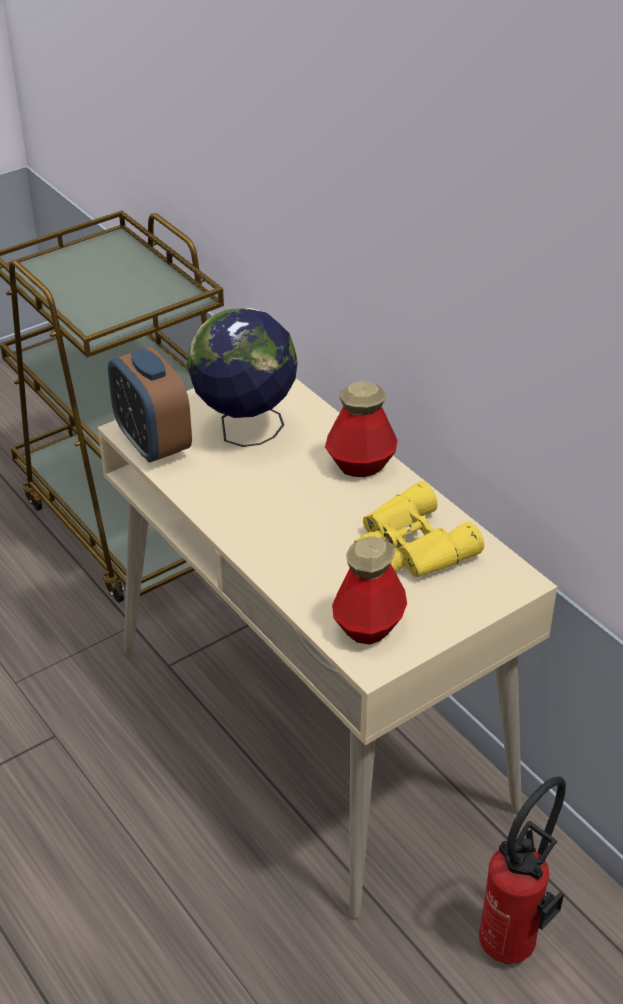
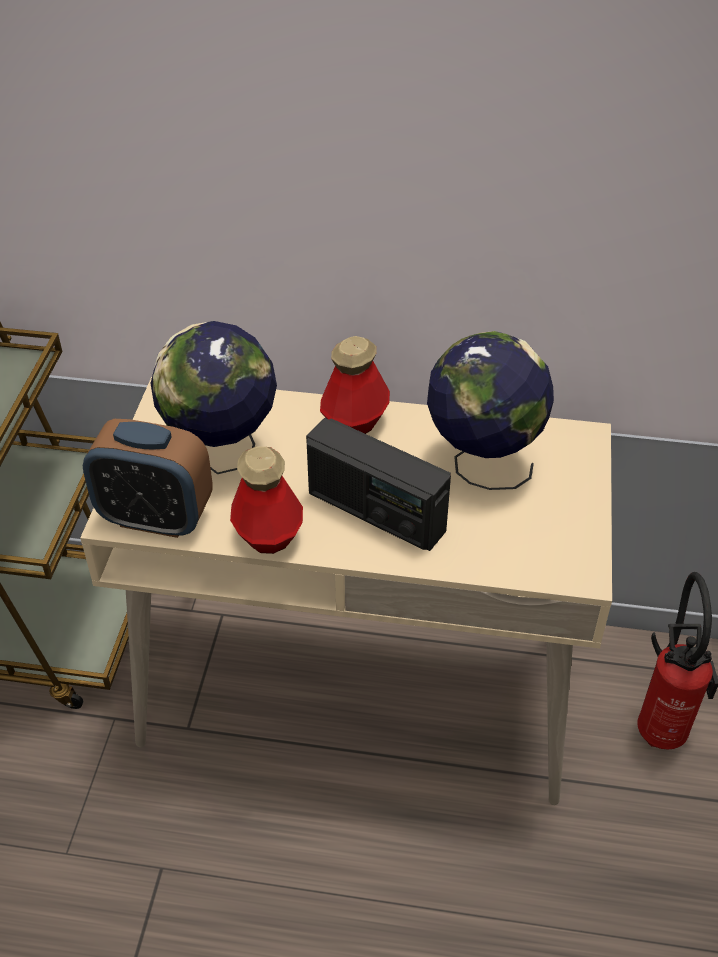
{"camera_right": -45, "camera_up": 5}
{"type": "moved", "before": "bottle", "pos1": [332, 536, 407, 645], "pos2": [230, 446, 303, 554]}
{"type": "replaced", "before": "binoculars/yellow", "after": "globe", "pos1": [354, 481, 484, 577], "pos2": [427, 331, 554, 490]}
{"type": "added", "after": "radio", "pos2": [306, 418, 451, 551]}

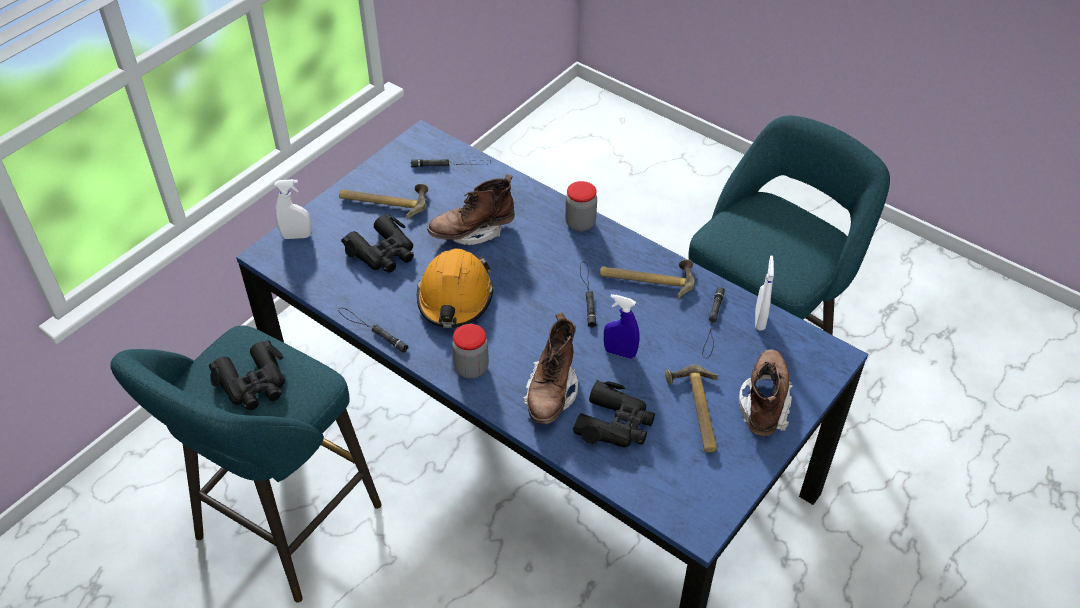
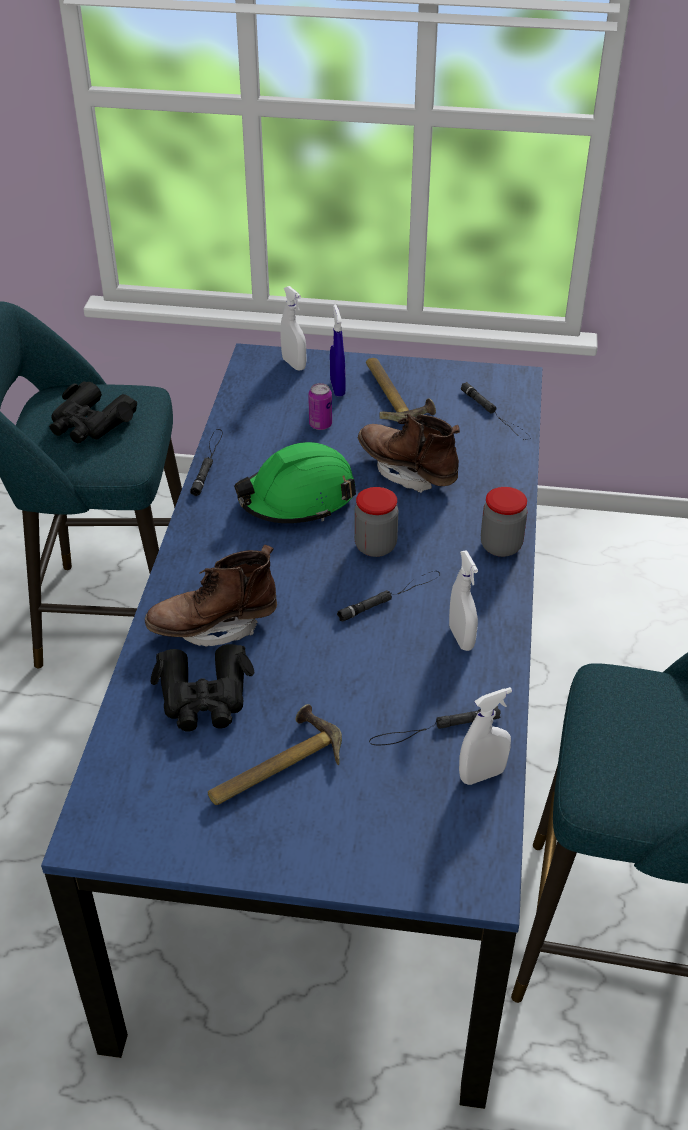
{"camera_right": 60, "camera_up": -5}
{"type": "replaced", "before": "binoculars/black", "after": "can", "pos1": [341, 214, 414, 273], "pos2": [308, 383, 332, 430]}
{"type": "recoloured", "before": "hard hat/orange", "after": "hard hat/green", "pos1": [417, 249, 493, 328], "pos2": [234, 442, 356, 523]}
{"type": "moved", "before": "jar", "pos1": [452, 324, 489, 378], "pos2": [354, 487, 398, 557]}
{"type": "replaced", "before": "hammer", "after": "spray bottle/white", "pos1": [600, 259, 695, 299], "pos2": [449, 550, 478, 651]}
{"type": "moved", "before": "spray bottle/blue", "pos1": [604, 294, 640, 359], "pos2": [330, 304, 345, 396]}
{"type": "removed", "before": "boot/brown", "pos1": [739, 349, 793, 436]}

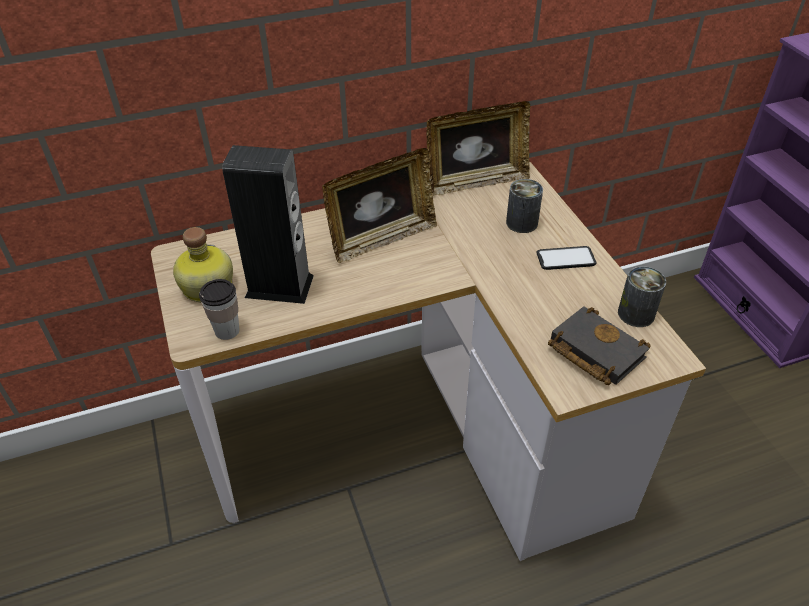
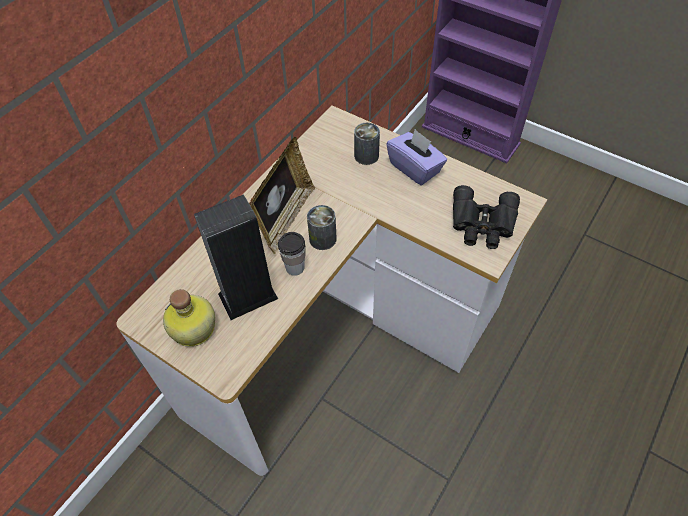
{"camera_right": -35, "camera_up": 10}
{"type": "moved", "before": "cup", "pos1": [199, 279, 240, 340], "pos2": [278, 232, 306, 276]}
{"type": "removed", "before": "picture frame", "pos1": [426, 101, 530, 196]}
{"type": "replaced", "before": "phone", "after": "tissue box/purple", "pos1": [536, 246, 596, 270], "pos2": [386, 129, 447, 185]}
{"type": "replaced", "before": "book/black", "after": "binoculars/black", "pos1": [548, 306, 650, 385], "pos2": [453, 185, 520, 249]}
{"type": "moved", "before": "can", "pos1": [618, 266, 666, 327], "pos2": [307, 205, 337, 250]}

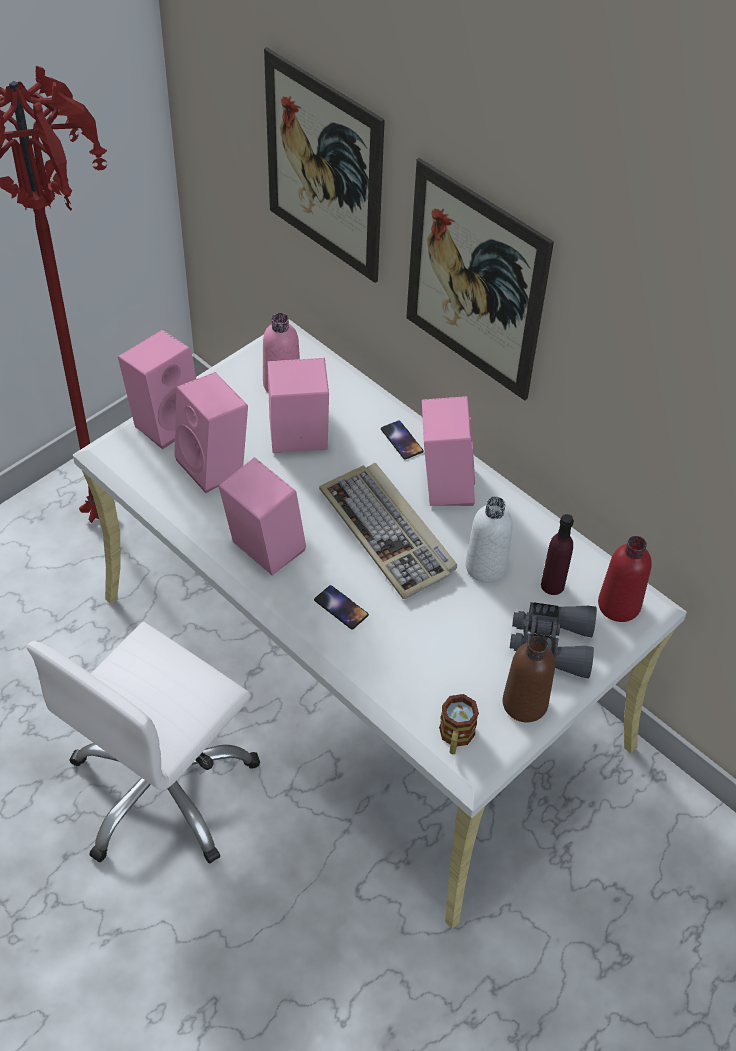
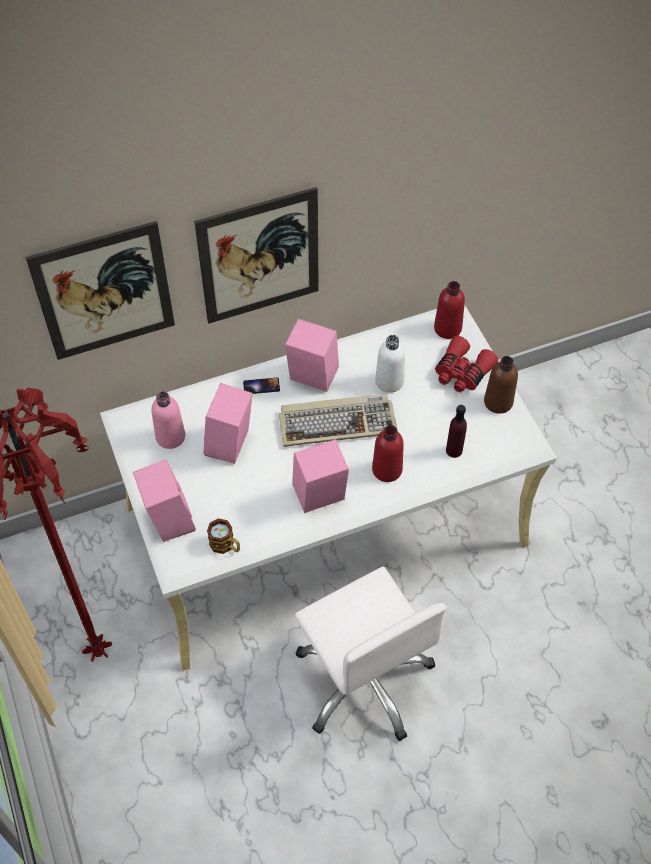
{"camera_right": -65, "camera_up": 5}
{"type": "removed", "before": "speaker/pink", "pos1": [174, 372, 248, 493]}
{"type": "replaced", "before": "phone", "after": "bottle/red", "pos1": [314, 585, 369, 629], "pos2": [372, 425, 404, 482]}
{"type": "moved", "before": "mug", "pos1": [439, 694, 479, 754], "pos2": [207, 518, 240, 554]}
{"type": "recoloured", "before": "binoculars/grey", "after": "binoculars/red", "pos1": [510, 602, 597, 678], "pos2": [435, 336, 498, 392]}
{"type": "moved", "before": "bottle/purple", "pos1": [541, 514, 574, 595], "pos2": [446, 405, 467, 458]}

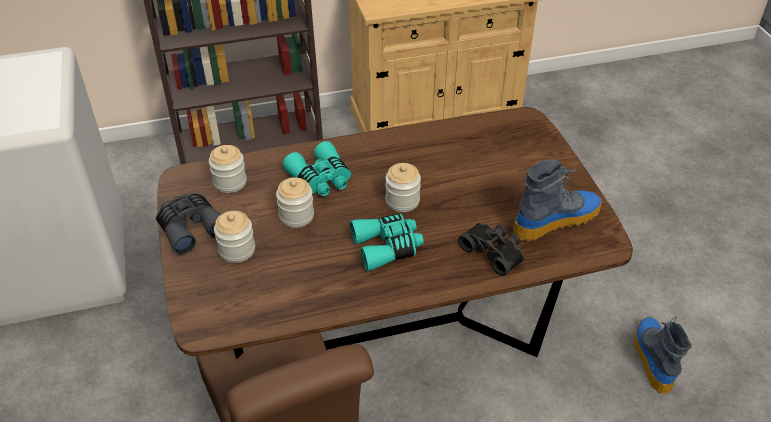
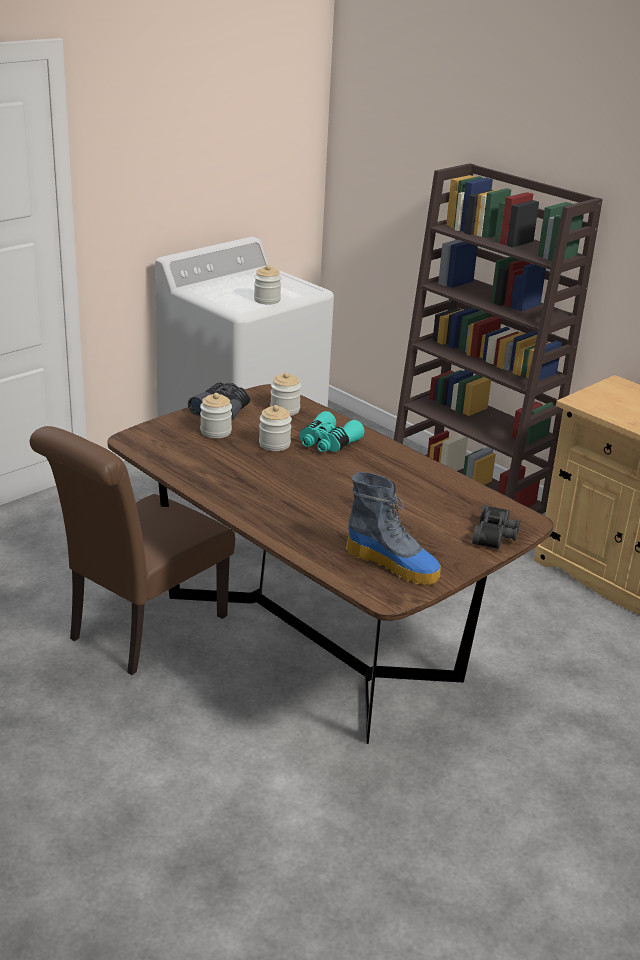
{"camera_right": 60, "camera_up": -15}
{"type": "removed", "before": "binoculars/turquoise", "pos1": [350, 214, 424, 271]}
{"type": "moved", "before": "jar", "pos1": [385, 163, 421, 212], "pos2": [254, 265, 281, 304]}
{"type": "moved", "before": "binoculars/black", "pos1": [458, 223, 524, 276], "pos2": [472, 505, 520, 549]}
{"type": "removed", "before": "boot", "pos1": [634, 317, 692, 394]}

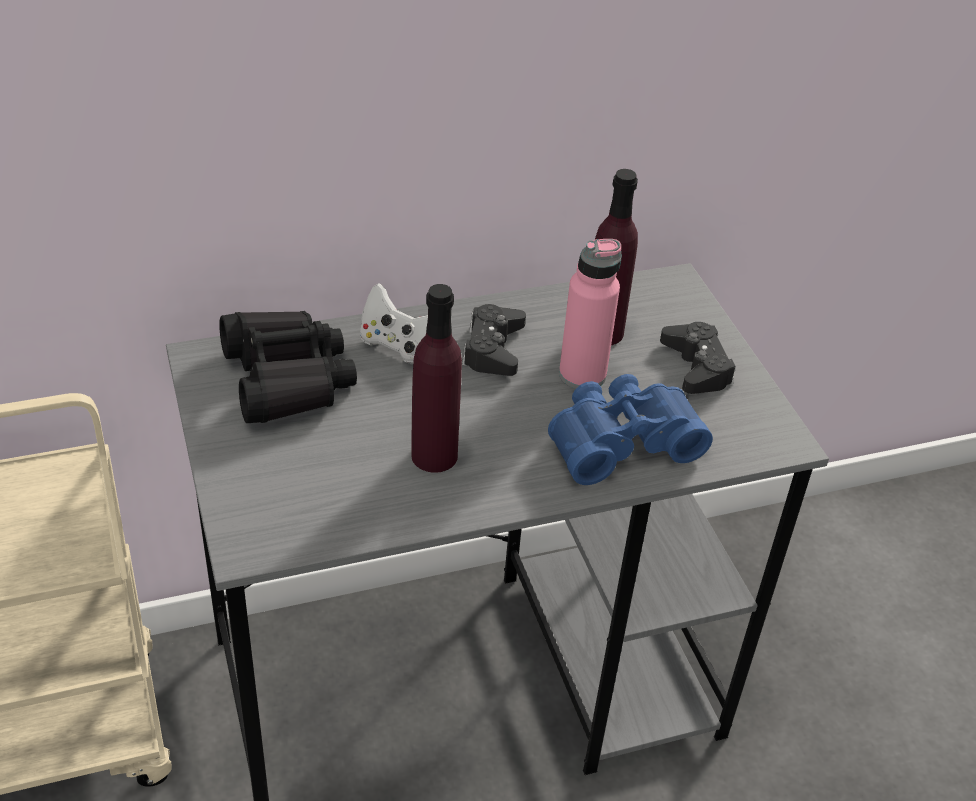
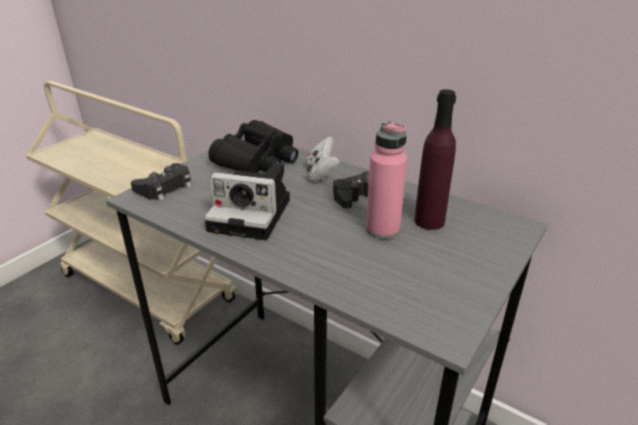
{"camera_right": 55, "camera_up": -10}
{"type": "replaced", "before": "bottle/purple", "after": "photo camera", "pos1": [411, 284, 462, 473], "pos2": [204, 163, 290, 240]}
{"type": "removed", "before": "binoculars/blue", "pos1": [548, 374, 713, 485]}
{"type": "moved", "before": "game controller/black", "pos1": [660, 322, 736, 394], "pos2": [131, 163, 192, 201]}

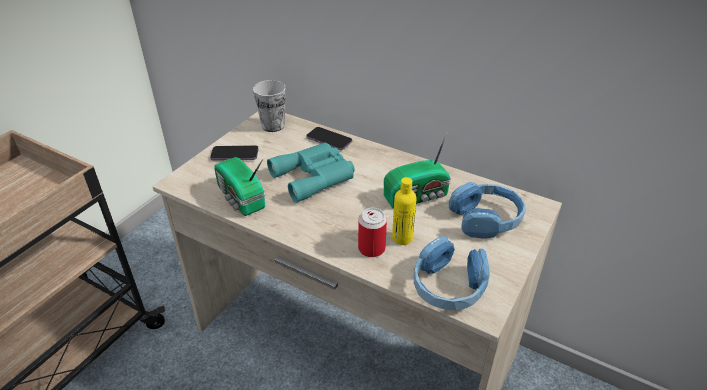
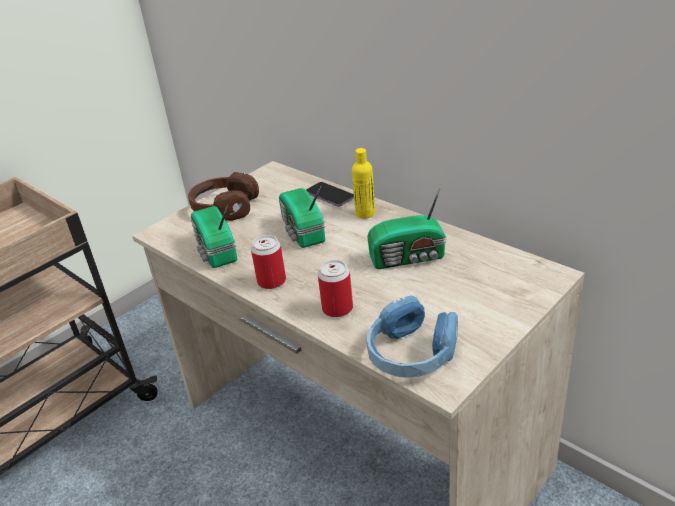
{"camera_right": 15, "camera_up": -5}
{"type": "replaced", "before": "phone", "after": "headphones/brown", "pos1": [210, 145, 259, 161], "pos2": [188, 172, 259, 221]}
{"type": "removed", "before": "cup", "pos1": [253, 80, 286, 132]}
{"type": "replaced", "before": "binoculars/turquoise", "after": "radio", "pos1": [267, 143, 355, 203], "pos2": [279, 185, 325, 248]}
{"type": "moved", "before": "bottle/yellow", "pos1": [392, 177, 416, 245], "pos2": [352, 148, 375, 218]}
{"type": "removed", "before": "headphones/blue", "pos1": [449, 182, 526, 239]}
{"type": "added", "after": "can", "pos2": [251, 235, 286, 289]}

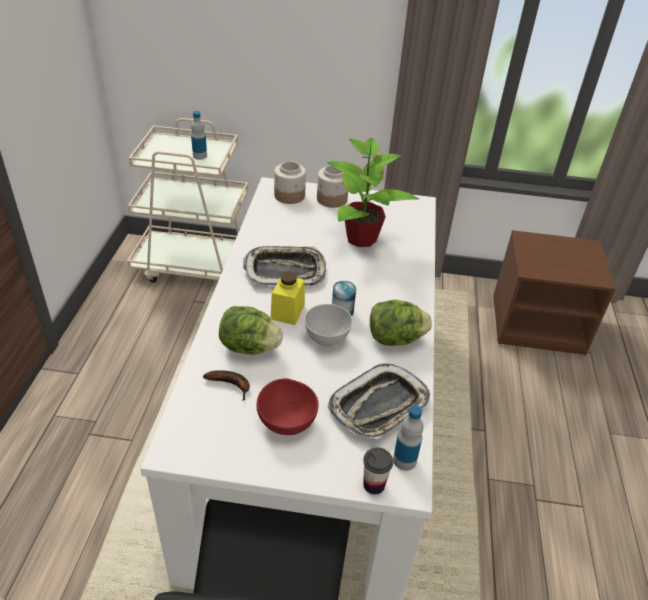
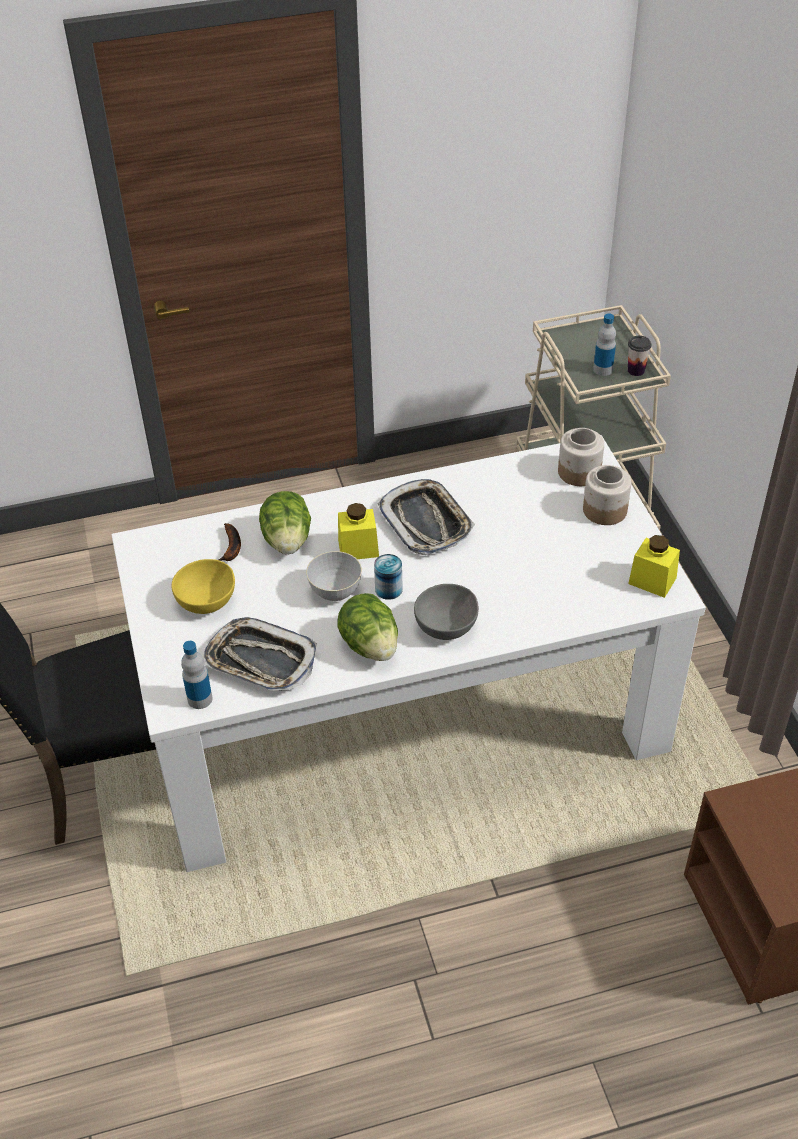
{"camera_right": 70, "camera_up": 5}
{"type": "recoloured", "before": "bowl/red", "after": "bowl/yellow", "pos1": [257, 378, 319, 435], "pos2": [172, 559, 235, 614]}
{"type": "removed", "before": "potted plant", "pos1": [327, 138, 419, 247]}
{"type": "moved", "before": "cup", "pos1": [363, 447, 393, 494], "pos2": [628, 335, 651, 376]}
{"type": "added", "after": "bowl/grey", "pos2": [414, 584, 479, 640]}
{"type": "added", "after": "jar/yellow", "pos2": [628, 535, 680, 598]}

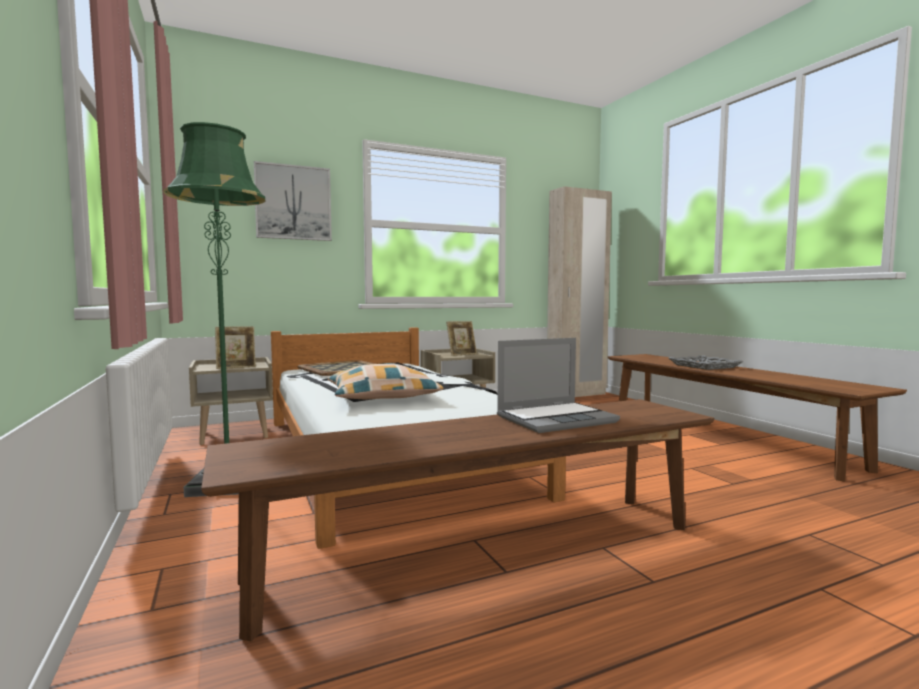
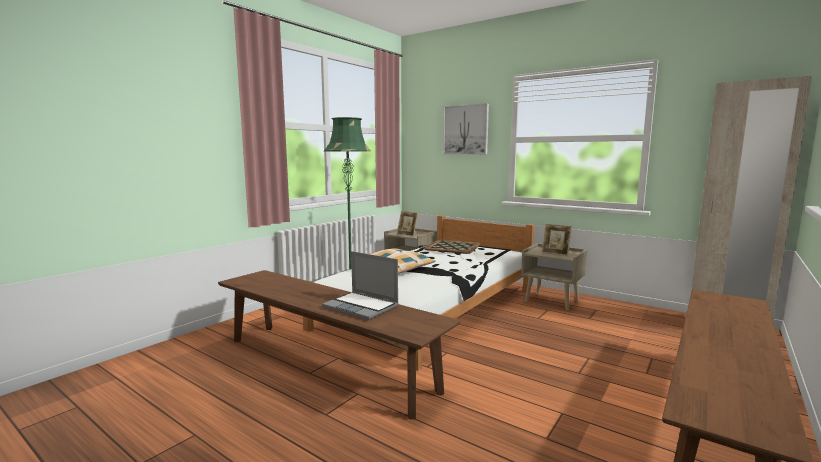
{"camera_right": 60, "camera_up": 5}
{"type": "removed", "before": "tray/grey", "pos1": [669, 355, 743, 370]}

